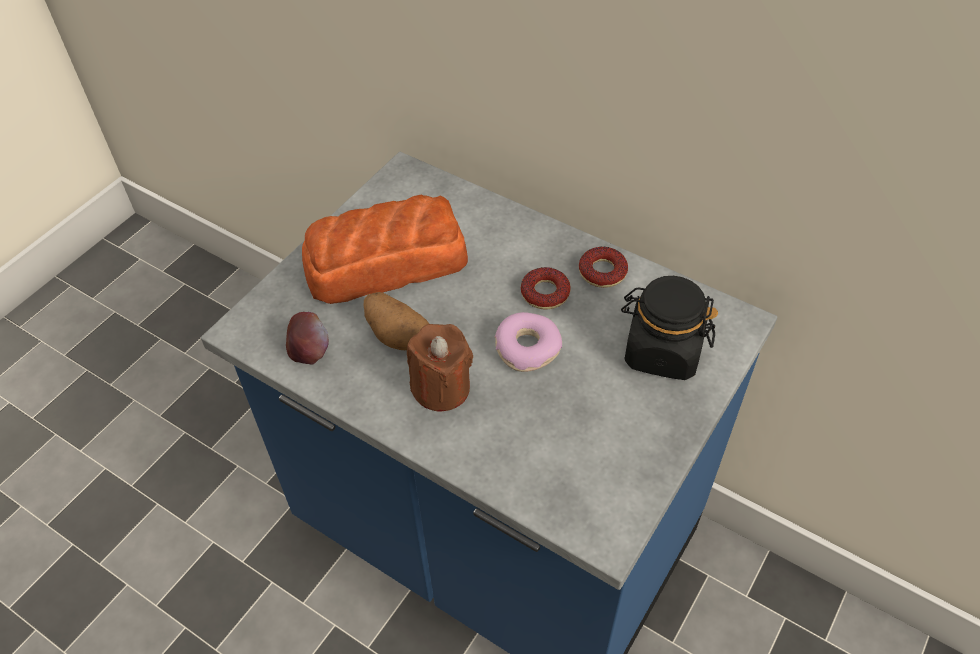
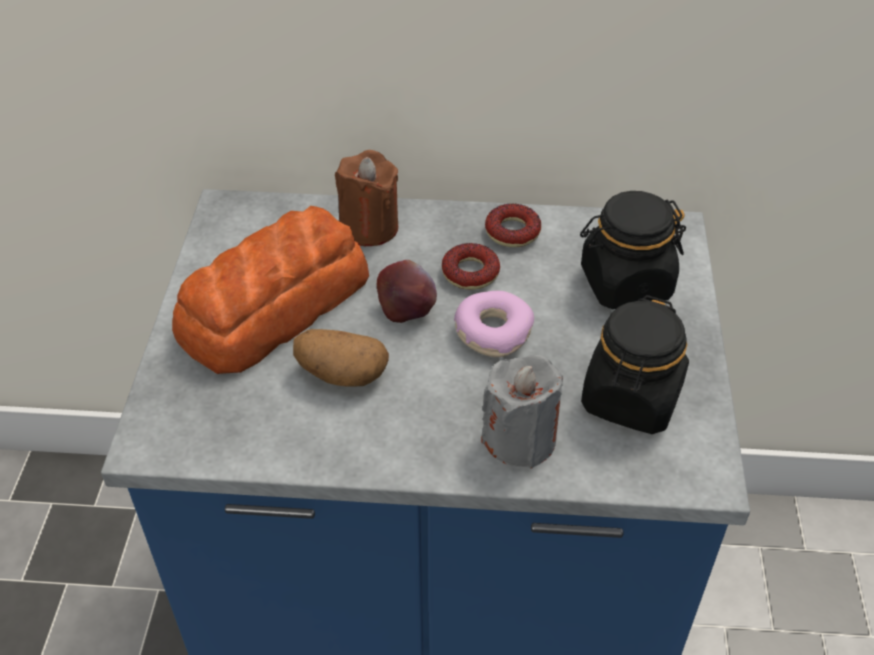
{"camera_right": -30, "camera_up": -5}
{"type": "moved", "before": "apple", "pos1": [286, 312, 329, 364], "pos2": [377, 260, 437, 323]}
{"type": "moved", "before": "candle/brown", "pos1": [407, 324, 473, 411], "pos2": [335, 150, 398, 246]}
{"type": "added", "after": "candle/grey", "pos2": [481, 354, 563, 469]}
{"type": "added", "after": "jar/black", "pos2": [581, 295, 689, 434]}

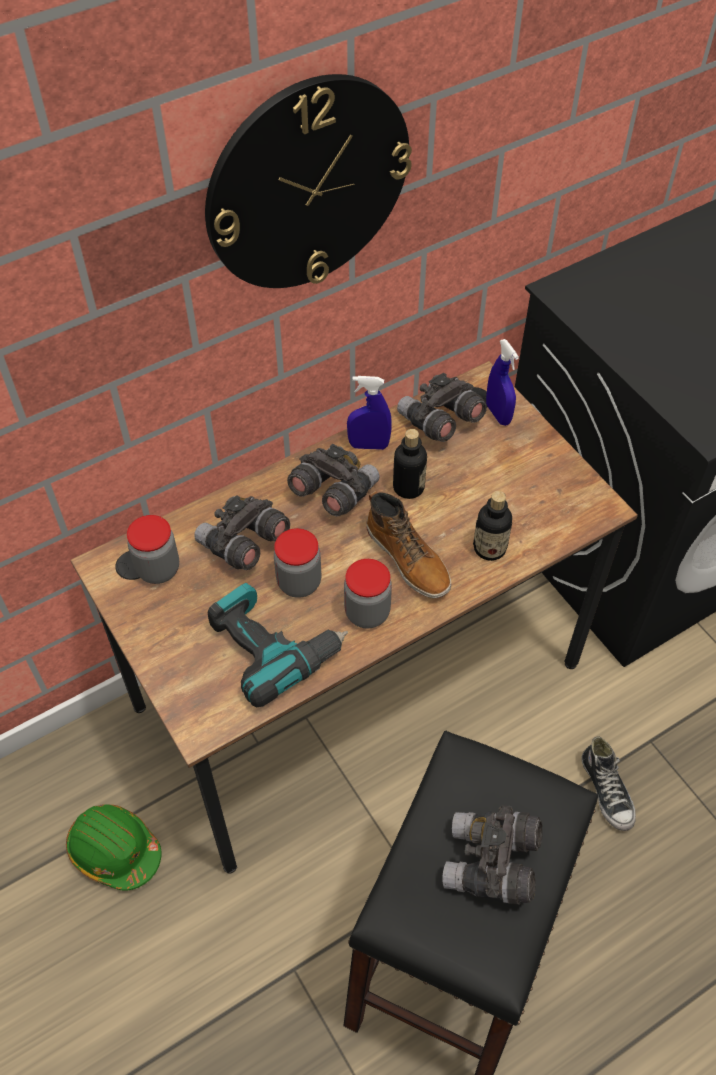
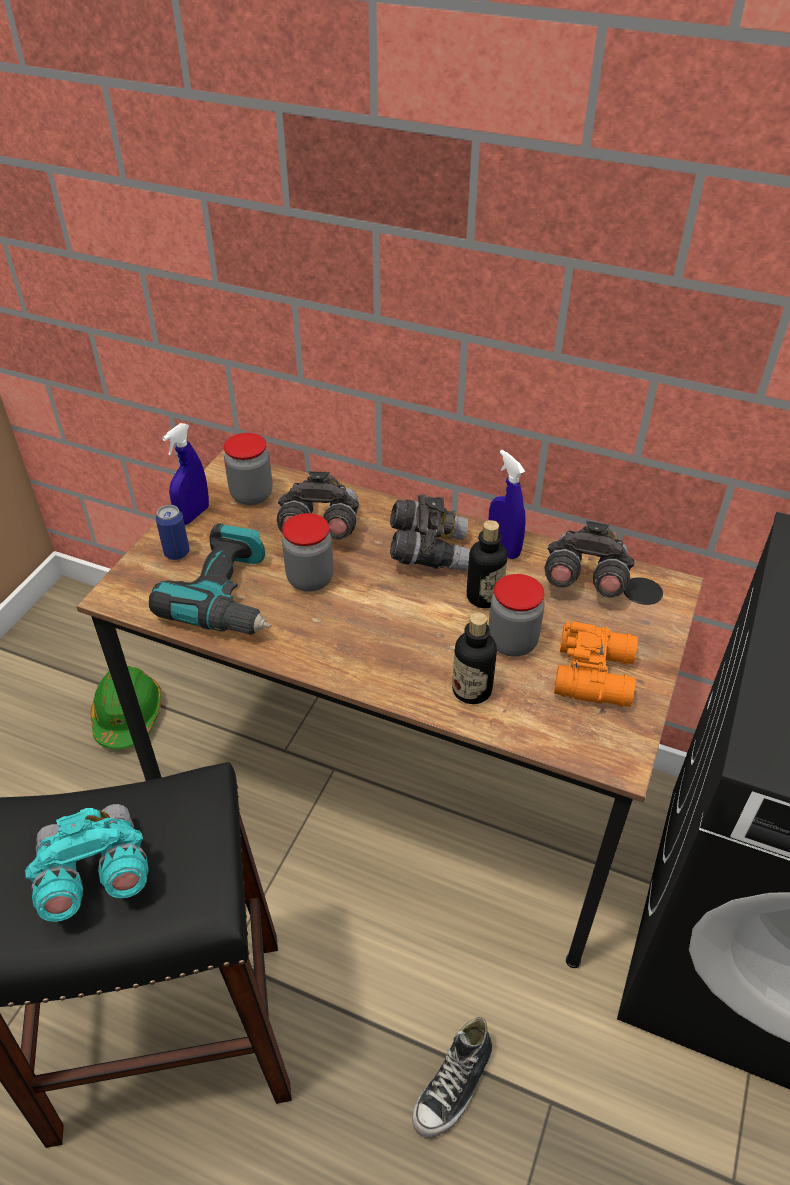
{"camera_right": 55, "camera_up": -10}
{"type": "removed", "before": "wall clock", "pos1": [205, 74, 412, 288]}
{"type": "moved", "before": "jar", "pos1": [344, 559, 392, 629], "pos2": [489, 574, 545, 657]}
{"type": "removed", "before": "boot", "pos1": [367, 491, 451, 598]}
{"type": "recoloured", "before": "binoculars/grey", "after": "binoculars/turquoise", "pos1": [443, 805, 543, 905], "pos2": [25, 804, 149, 922]}
{"type": "moved", "before": "spray bottle/blue", "pos1": [486, 339, 519, 426], "pos2": [162, 423, 209, 525]}
{"type": "added", "after": "can", "pos2": [155, 505, 190, 560]}
{"type": "added", "after": "binoculars/orange", "pos2": [554, 621, 638, 707]}

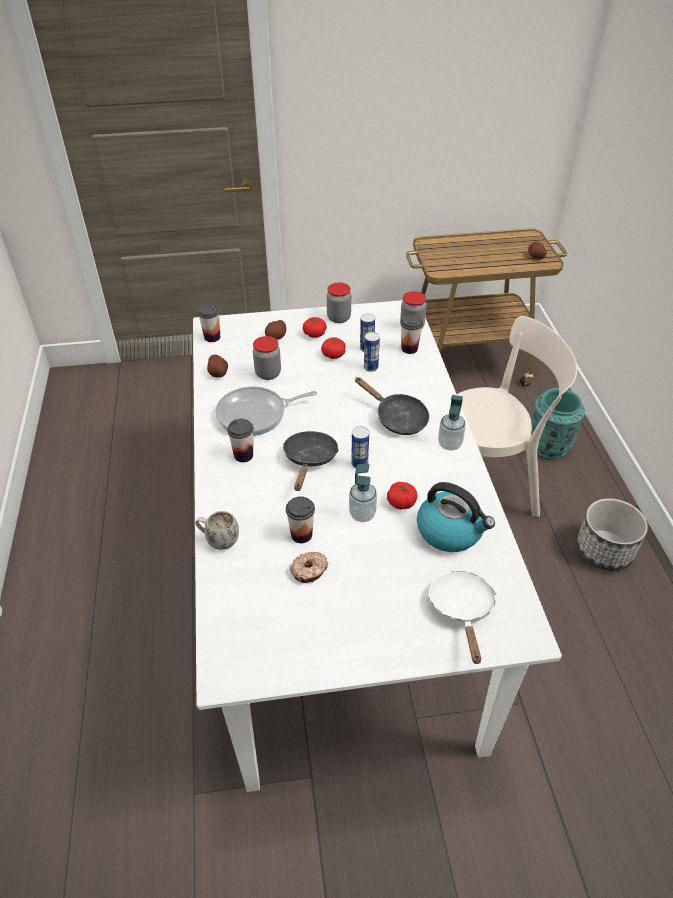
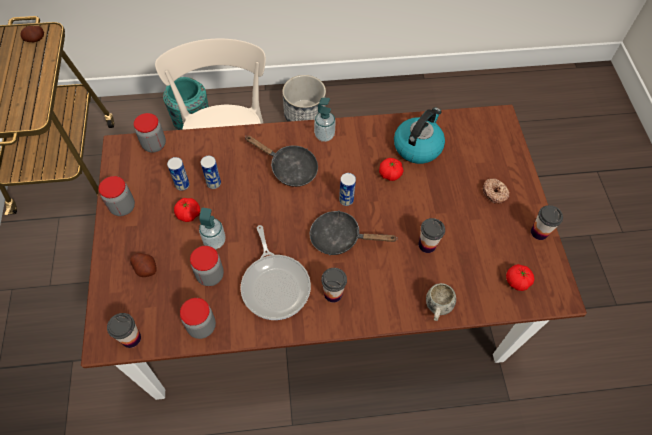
{"camera_right": -90, "camera_up": 15}
{"type": "recoloured", "before": "dining table/white", "after": "dining table/brown", "pos1": [193, 300, 562, 792], "pos2": [81, 105, 587, 400]}
{"type": "replaced", "before": "potato", "after": "jar", "pos1": [207, 355, 228, 377], "pos2": [180, 298, 216, 339]}
{"type": "moved", "before": "donut", "pos1": [290, 552, 328, 583], "pos2": [483, 178, 510, 204]}
{"type": "moved", "before": "tomato", "pos1": [303, 317, 327, 338], "pos2": [506, 264, 534, 291]}
{"type": "moved", "before": "soap dispenser", "pos1": [349, 463, 377, 522], "pos2": [199, 208, 226, 249]}
{"type": "turned", "before": "frying pan/black", "pos1": [355, 377, 429, 435], "pos2": [246, 135, 318, 187], "turn": 75}
{"type": "moved", "before": "cup", "pos1": [401, 315, 423, 354], "pos2": [531, 205, 563, 240]}
{"type": "removed", "before": "frying pan/white", "pos1": [428, 571, 496, 664]}

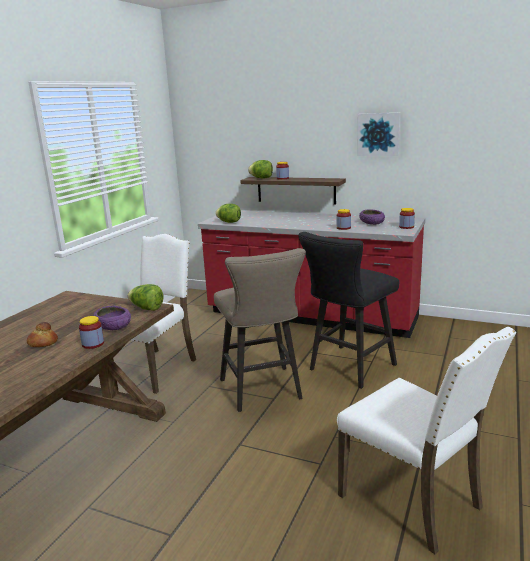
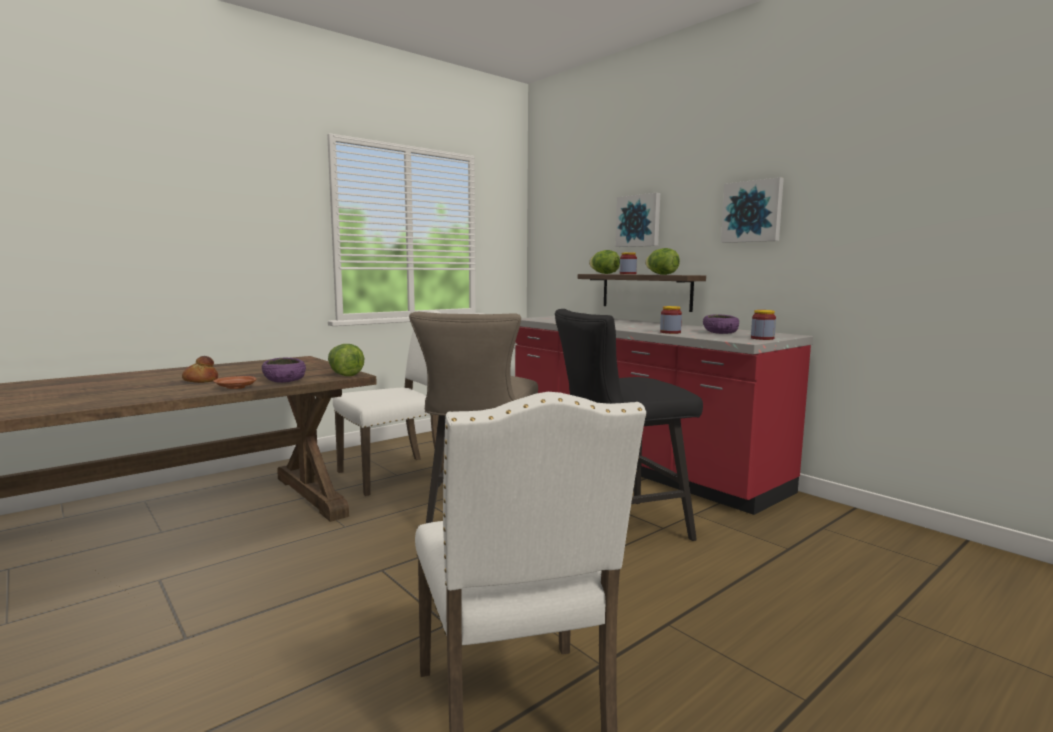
{"camera_right": 25, "camera_up": -10}
{"type": "replaced", "before": "jar", "after": "plate/brown", "pos1": [79, 316, 104, 349], "pos2": [213, 376, 257, 389]}
{"type": "moved", "before": "lettuce", "pos1": [216, 204, 241, 223], "pos2": [645, 248, 680, 275]}
{"type": "added", "after": "picture", "pos2": [615, 193, 660, 247]}

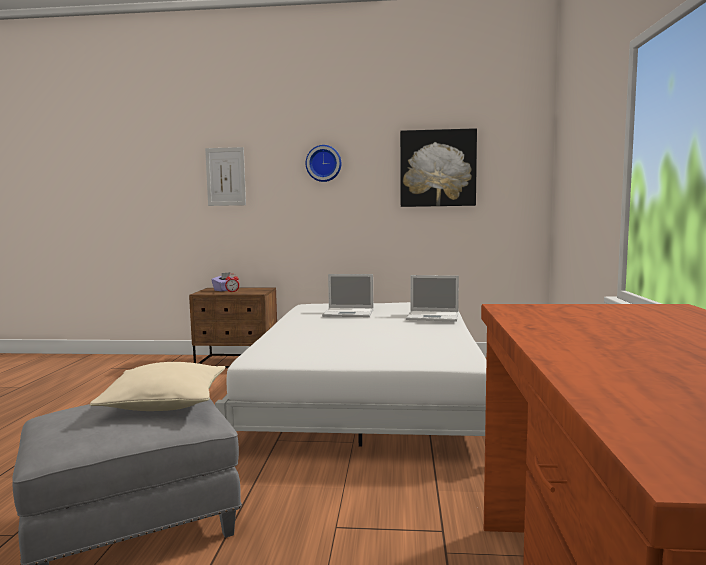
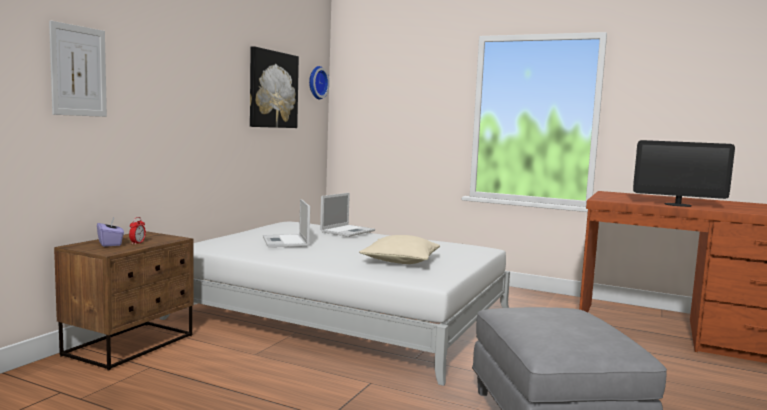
{"camera_right": -70, "camera_up": 0}
{"type": "moved", "before": "pillow/beige", "pos1": [90, 362, 225, 411], "pos2": [359, 235, 440, 264]}
{"type": "moved", "before": "wall clock", "pos1": [306, 145, 341, 182], "pos2": [309, 66, 330, 99]}
{"type": "turned", "before": "laptop", "pos1": [322, 274, 373, 317], "pos2": [263, 199, 310, 247], "turn": 135}
{"type": "added", "after": "monitor", "pos2": [633, 140, 735, 207]}

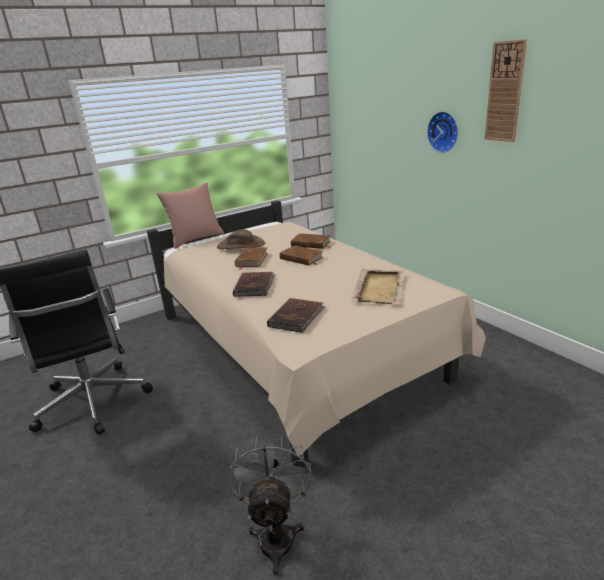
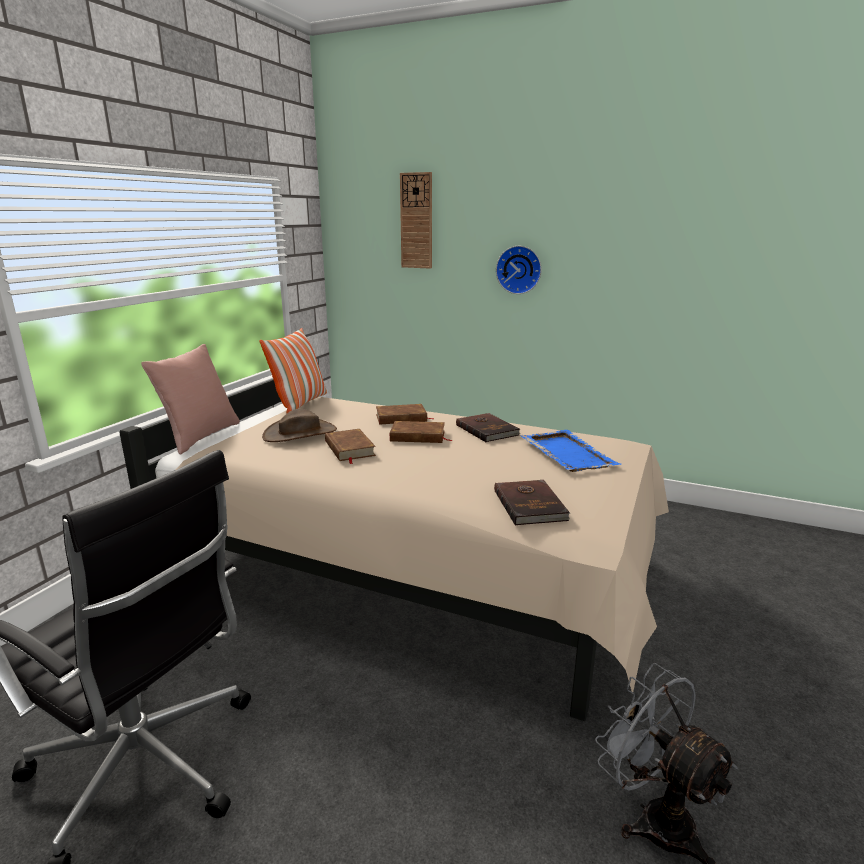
{"camera_right": -35, "camera_up": -5}
{"type": "moved", "before": "book/brown", "pos1": [233, 272, 275, 297], "pos2": [456, 413, 520, 442]}
{"type": "recoloured", "before": "tray/beige", "after": "tray/blue", "pos1": [352, 269, 404, 304], "pos2": [520, 430, 621, 472]}
{"type": "moved", "before": "wall clock", "pos1": [485, 39, 527, 142], "pos2": [400, 172, 432, 269]}
{"type": "added", "after": "pillow", "pos2": [259, 328, 327, 413]}

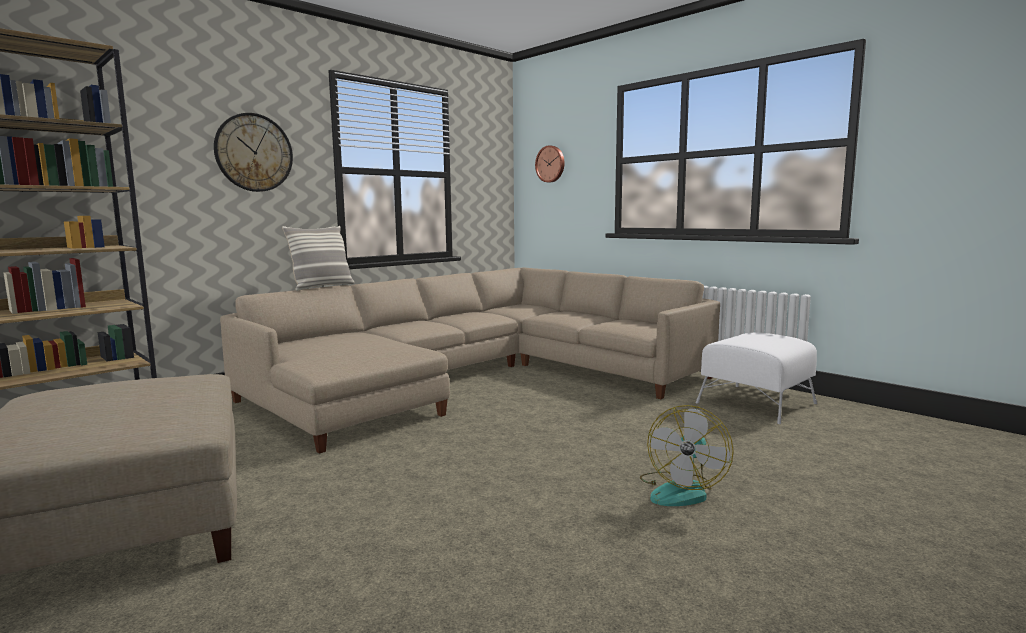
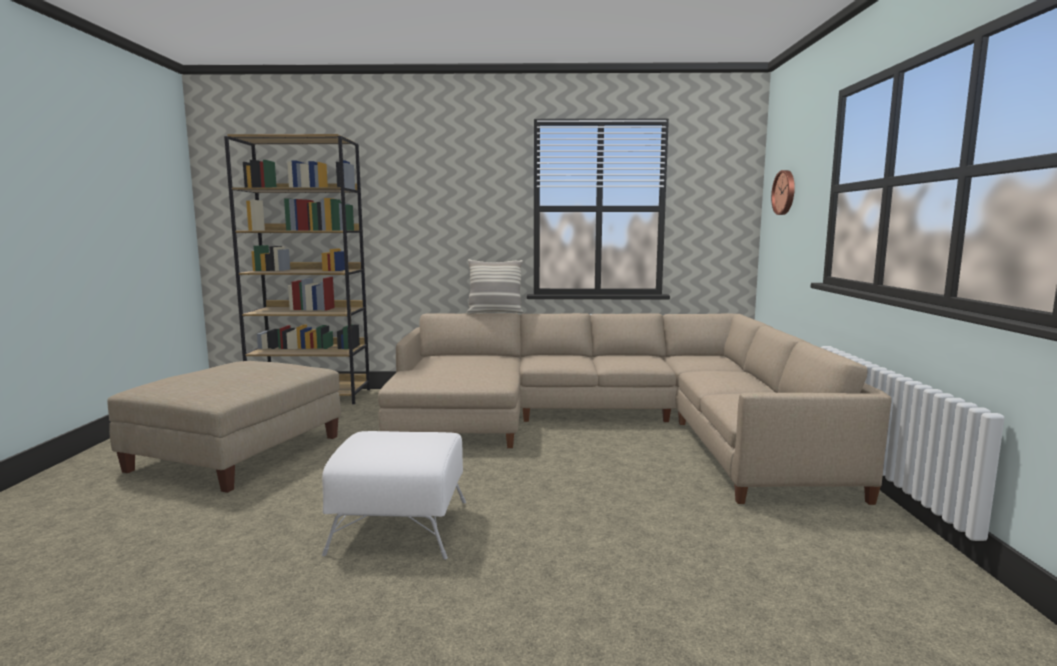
{"camera_right": 45, "camera_up": 0}
{"type": "removed", "before": "wall clock", "pos1": [214, 113, 293, 192]}
{"type": "removed", "before": "fan", "pos1": [640, 405, 734, 506]}
{"type": "moved", "before": "ottoman/white", "pos1": [696, 333, 817, 424], "pos2": [322, 431, 466, 559]}

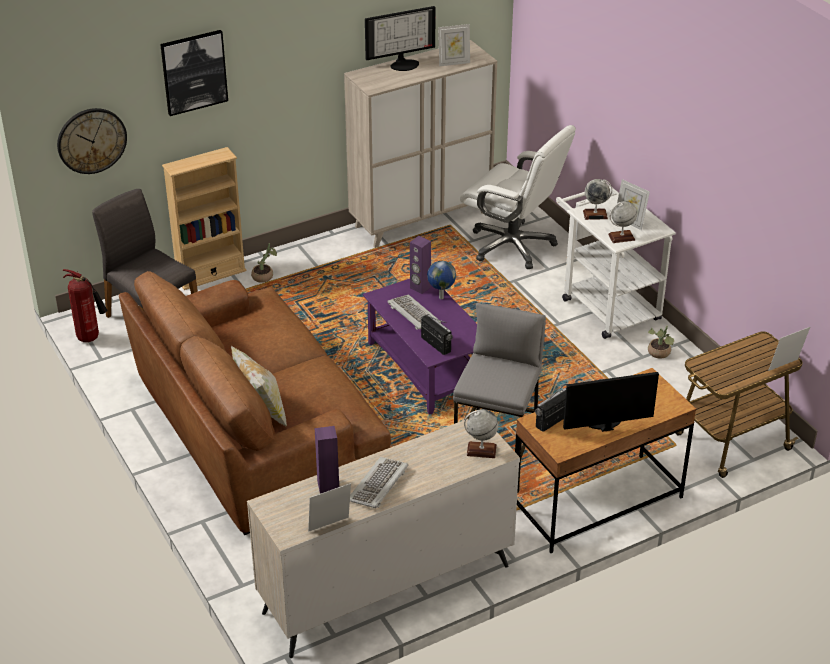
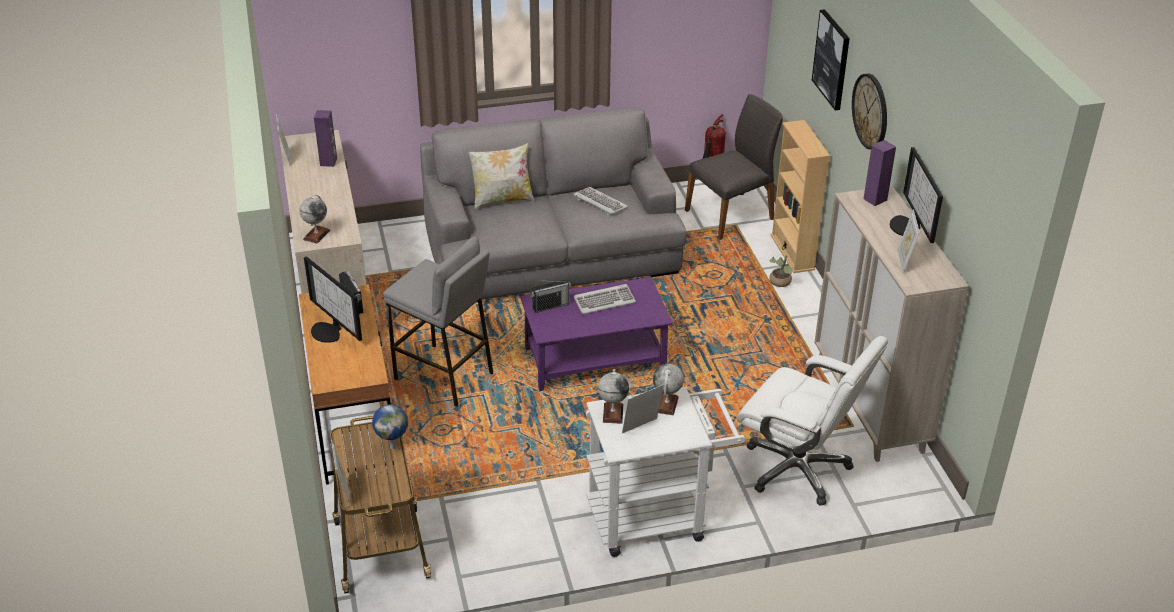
{"camera_right": 105, "camera_up": 0}
{"type": "moved", "before": "wall clock", "pos1": [57, 108, 127, 174], "pos2": [852, 73, 887, 149]}
{"type": "recoloured", "before": "sofa/brown", "after": "sofa/grey", "pos1": [119, 271, 391, 535], "pos2": [420, 108, 687, 302]}
{"type": "moved", "before": "keyboard", "pos1": [350, 457, 408, 508], "pos2": [573, 187, 628, 216]}
{"type": "moved", "before": "speaker/purple", "pos1": [410, 236, 431, 294], "pos2": [864, 140, 896, 206]}
{"type": "moved", "before": "globe", "pos1": [427, 261, 456, 299], "pos2": [372, 404, 408, 449]}
{"type": "turned", "before": "office chair/white", "pos1": [460, 125, 576, 269], "pos2": [736, 336, 888, 506], "turn": -105}
{"type": "turned", "before": "monitor", "pos1": [563, 372, 659, 432], "pos2": [304, 256, 362, 343], "turn": 135}
{"type": "removed", "before": "potted plant", "pos1": [648, 326, 674, 359]}

